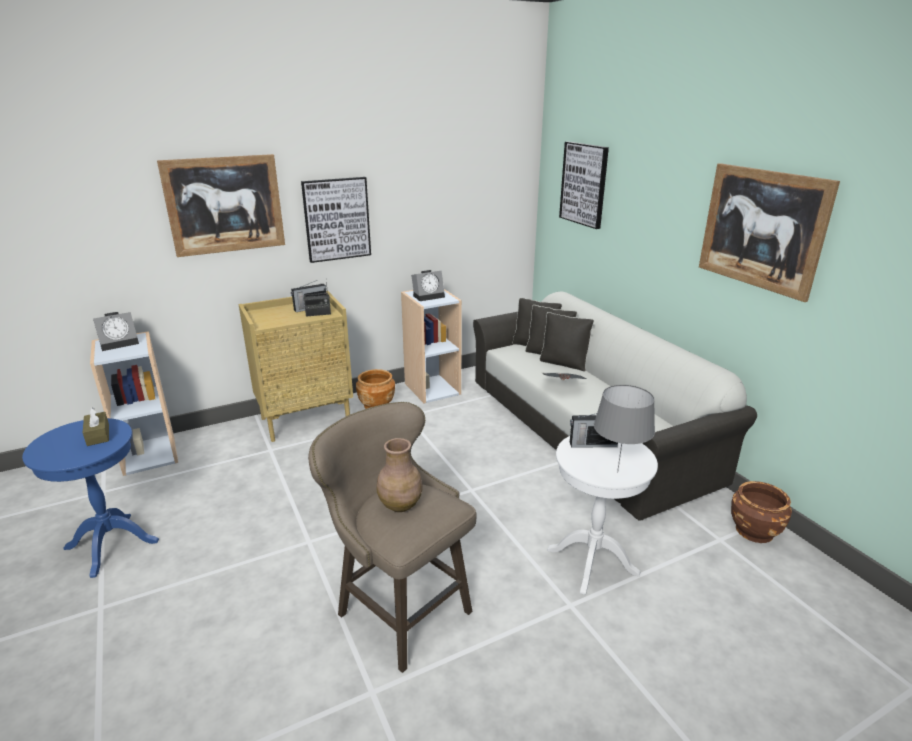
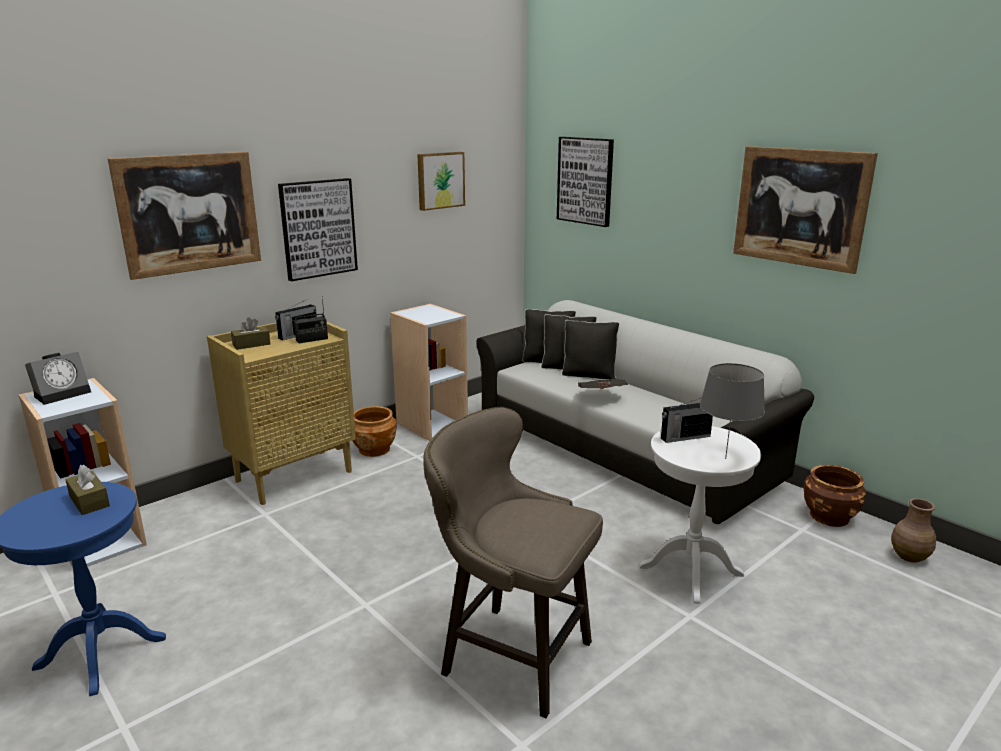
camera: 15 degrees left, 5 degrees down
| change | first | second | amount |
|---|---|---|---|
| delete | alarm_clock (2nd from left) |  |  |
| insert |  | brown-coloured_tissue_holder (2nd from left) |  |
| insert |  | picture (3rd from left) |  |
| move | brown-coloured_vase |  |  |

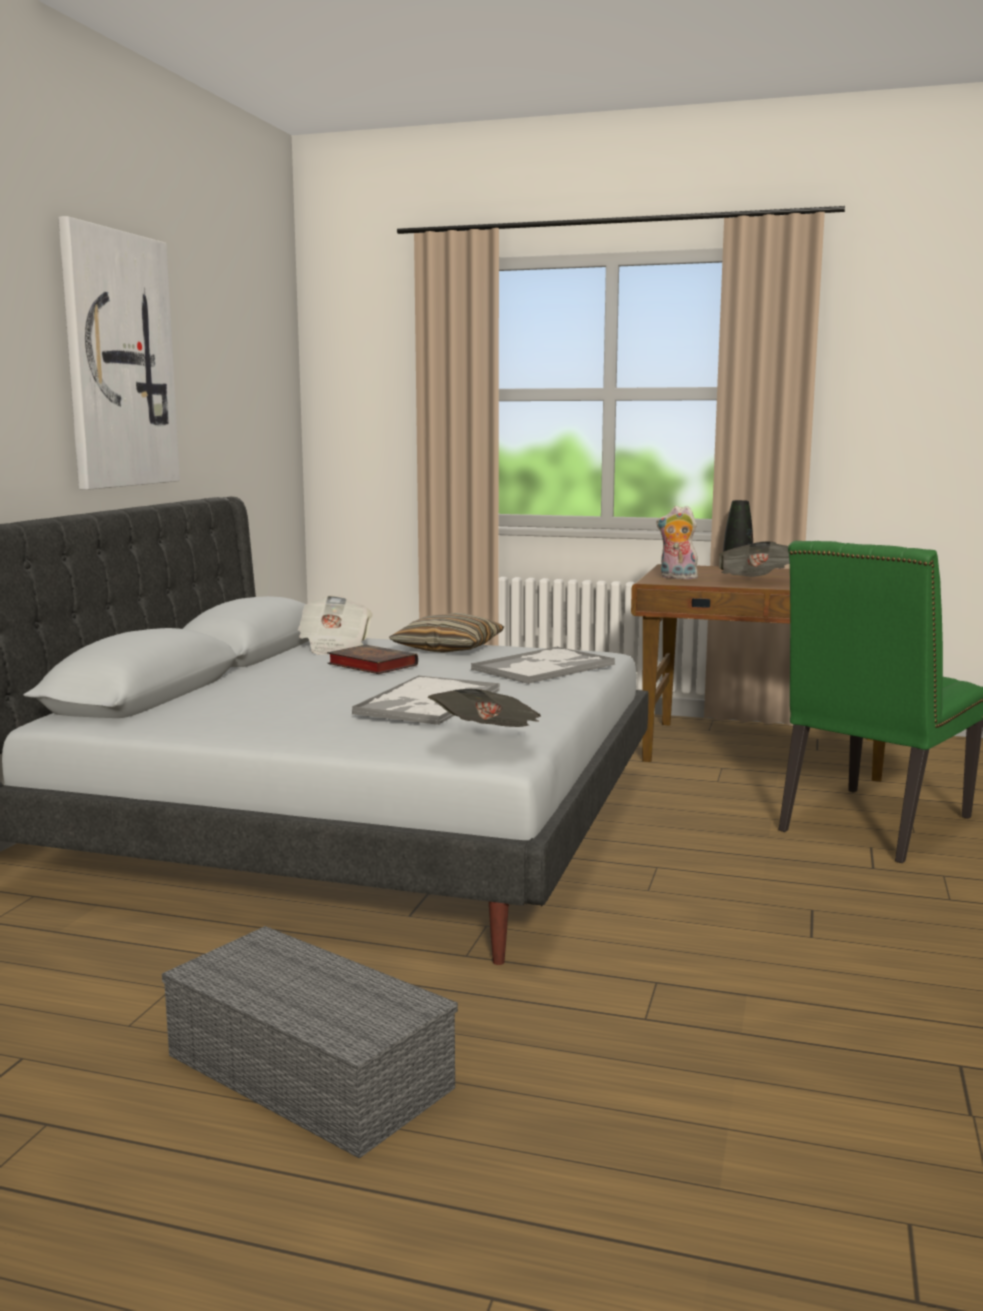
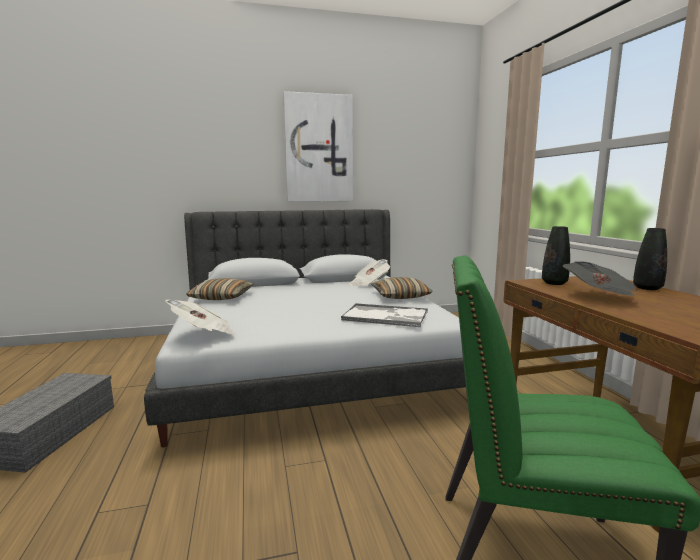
camera: 60 degrees right, 0 degrees up
| change | first | second | amount |
|---|---|---|---|
| delete | volume |  |  |
| delete | tray (1st from left) |  |  |
| insert |  | throw_pillow (1st from left) |  |
| replace | plush_toy | black_vase (1st from left) |  |

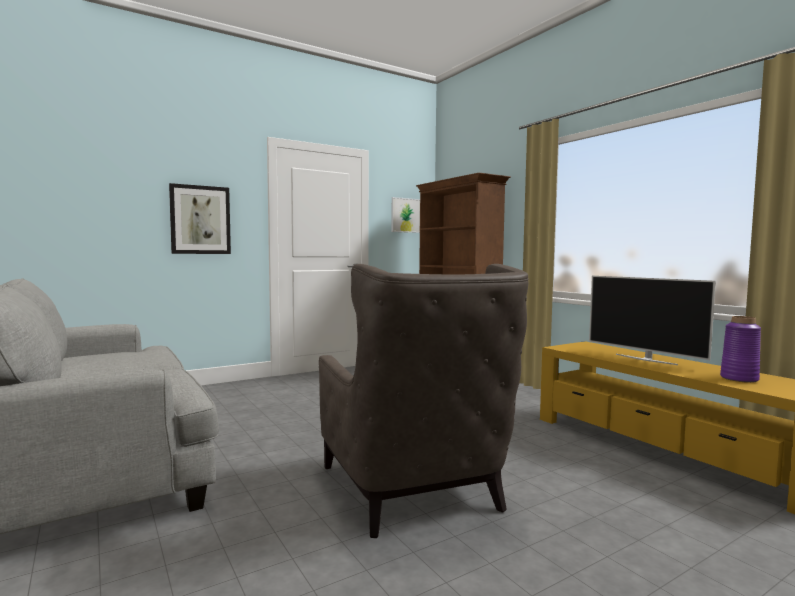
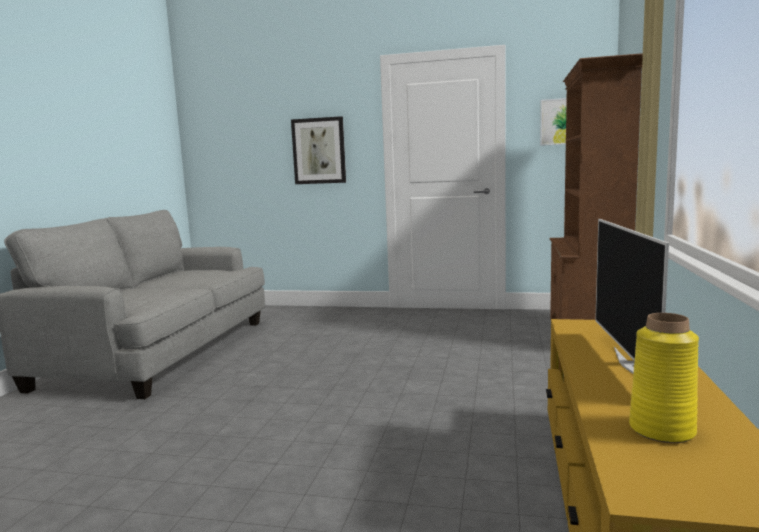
camera: 45 degrees right, 5 degrees up
| change | first | second | amount |
|---|---|---|---|
| delete | gray_easy_chair |  |  |
| recolor | purple_vase | yellow-coloured_vase |  |

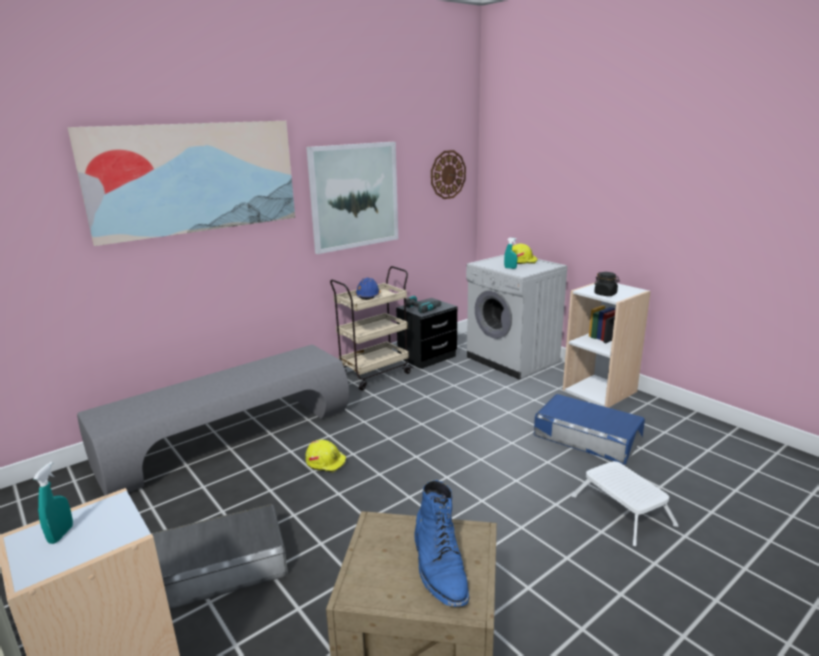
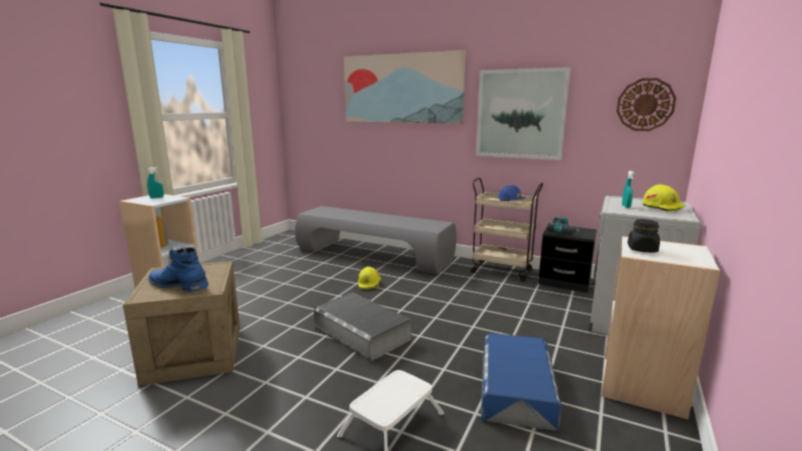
camera: 65 degrees right, 5 degrees down
| change | first | second | amount |
|---|---|---|---|
| move | gray_storage_bin |  |  |
| rotate | bluish_boot |  | 60 degrees clockwise |

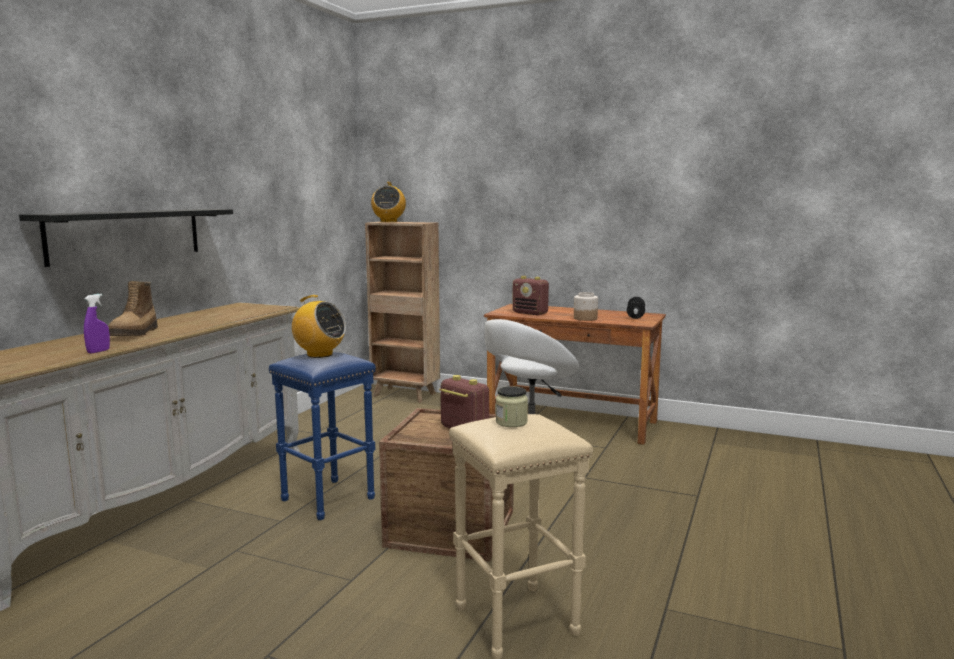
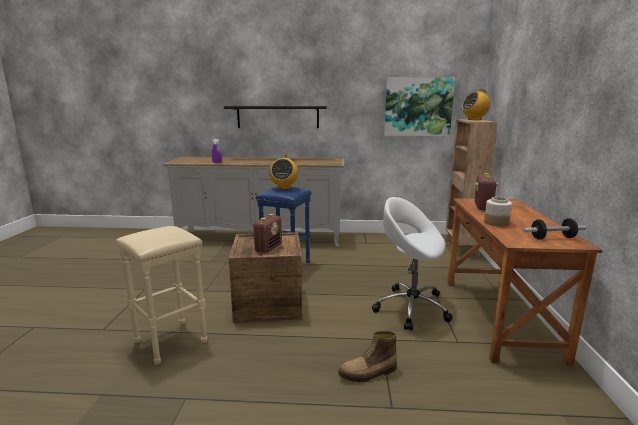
camera: 70 degrees right, 5 degrees up
| change | first | second | amount |
|---|---|---|---|
| delete | preserve_jar (1st from left) |  |  |
| insert |  | picture |  |
| move | boot |  |  |

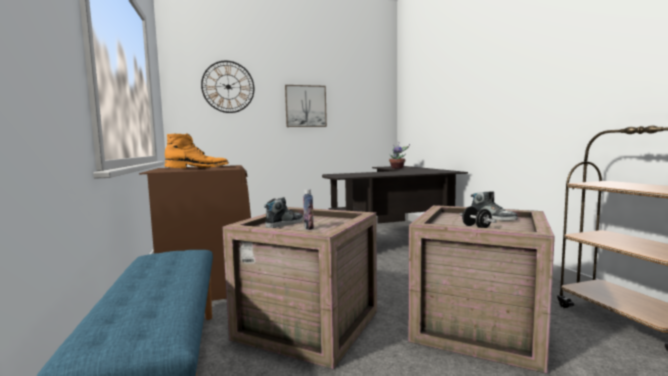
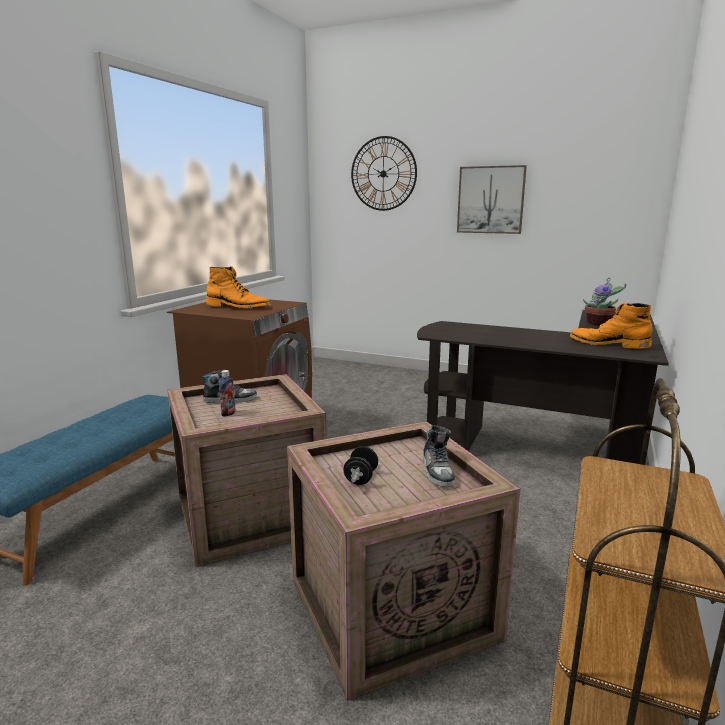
camera: 40 degrees right, 10 degrees up
| change | first | second | amount |
|---|---|---|---|
| insert |  | orange-coloured_boot (2nd from left) |  |

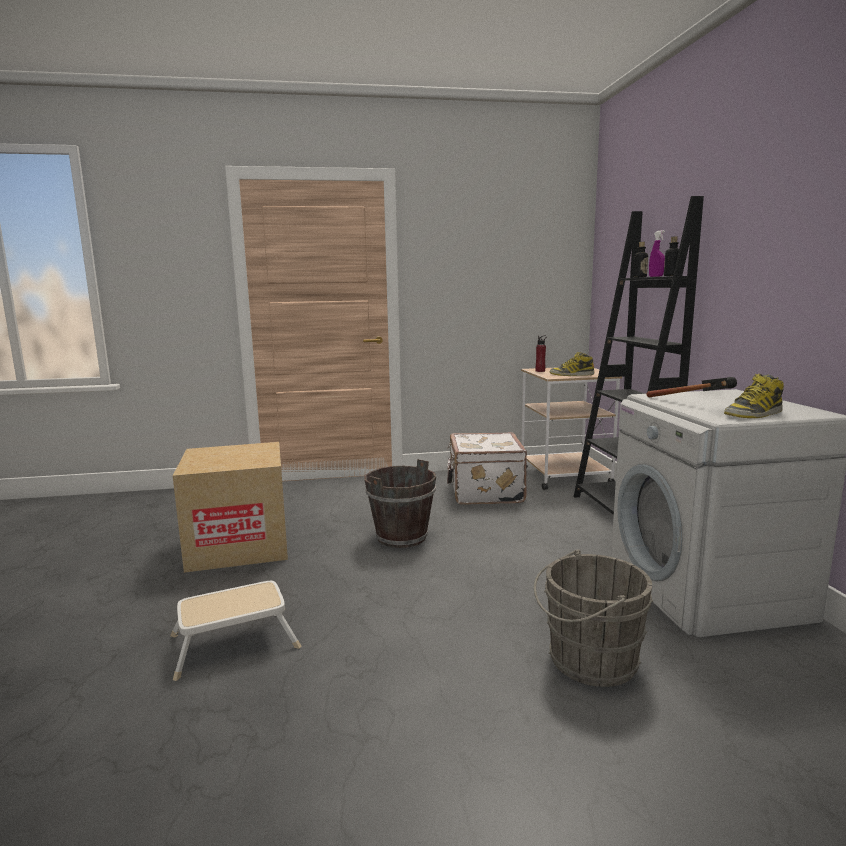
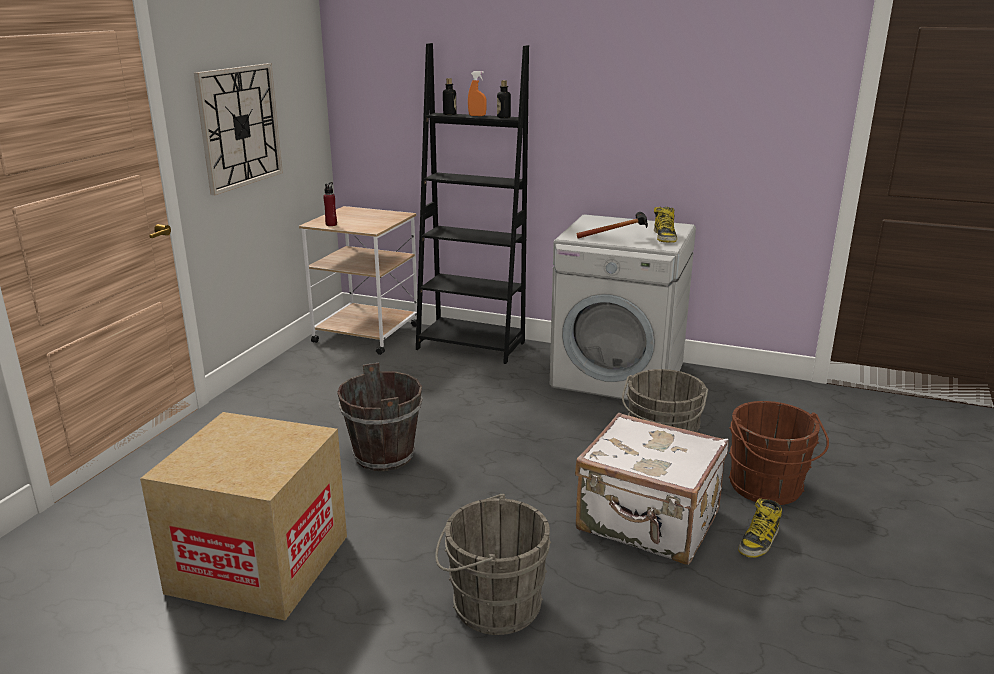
camera: 60 degrees left, 10 degrees up
| change | first | second | amount |
|---|---|---|---|
| insert |  | wall_clock |  |
| insert |  | brown-coloured_pail (2nd from left) |  |
| move | whitish_suitcase |  |  |
| move | boot (1st from left in the first image) | boot (2nd from left) |  |
| replace | beige_step_stool | gray_pail (1st from left) |  |
| recolor | purple_spray_bottle | orange-coloured_spray_bottle |  |

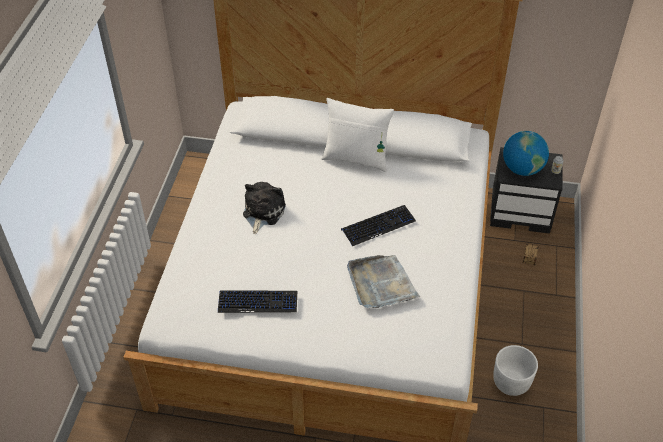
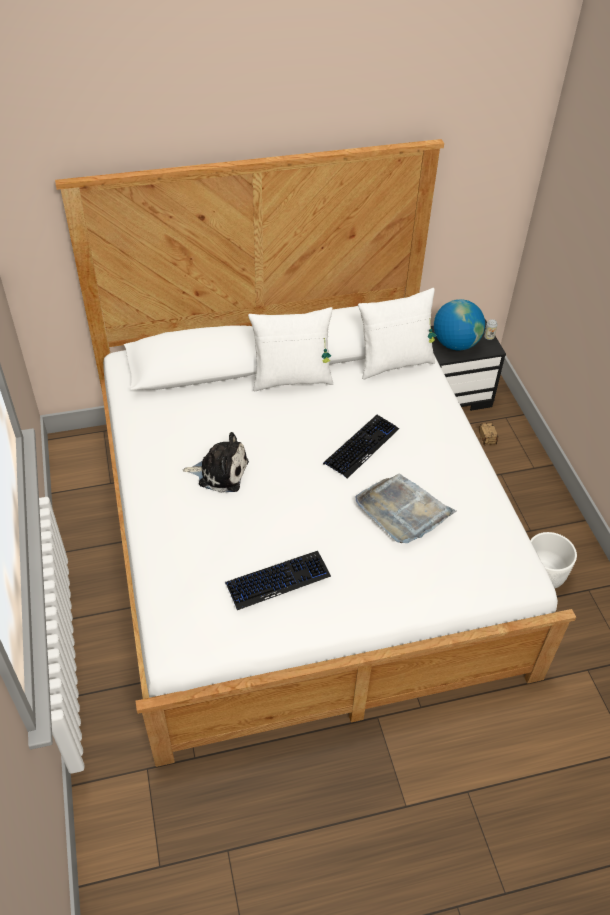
camera: 25 degrees left, 0 degrees up
| change | first | second | amount |
|---|---|---|---|
| insert |  | whitish_throw_pillow (2nd from left) |  |
| rotate | plush_toy |  | 105 degrees clockwise |

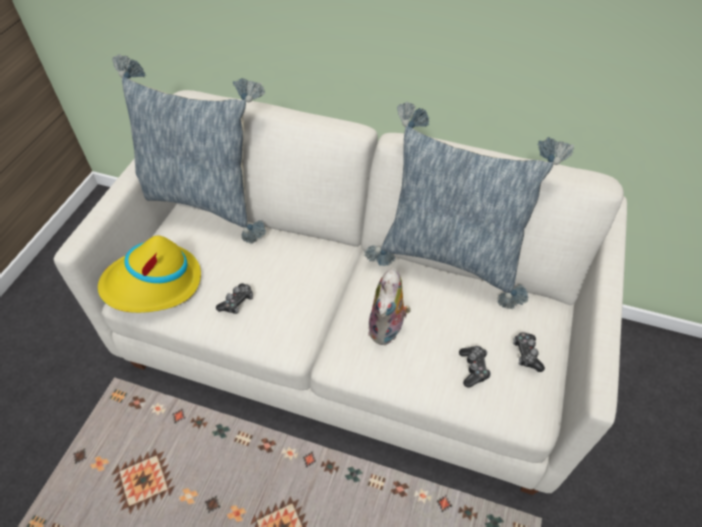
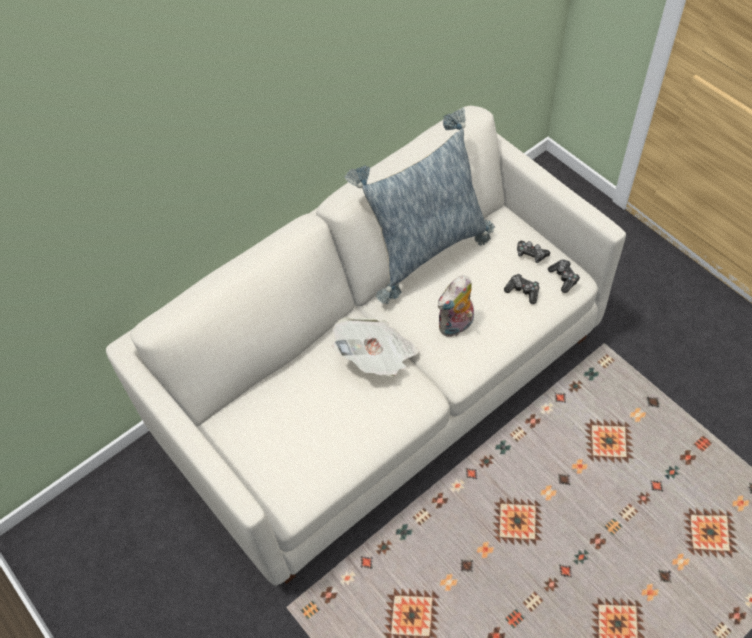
camera: 55 degrees left, 5 degrees up
| change | first | second | amount |
|---|---|---|---|
| delete | yellow-coloured_clothing_hat |  |  |
| delete | throw_pillow (1st from left) |  |  |
| insert |  | printed_paper |  |
| move | game_controller (1st from left in the first image) | game_controller (3rd from left) |  |
| rotate | plush_toy |  | 90 degrees clockwise |

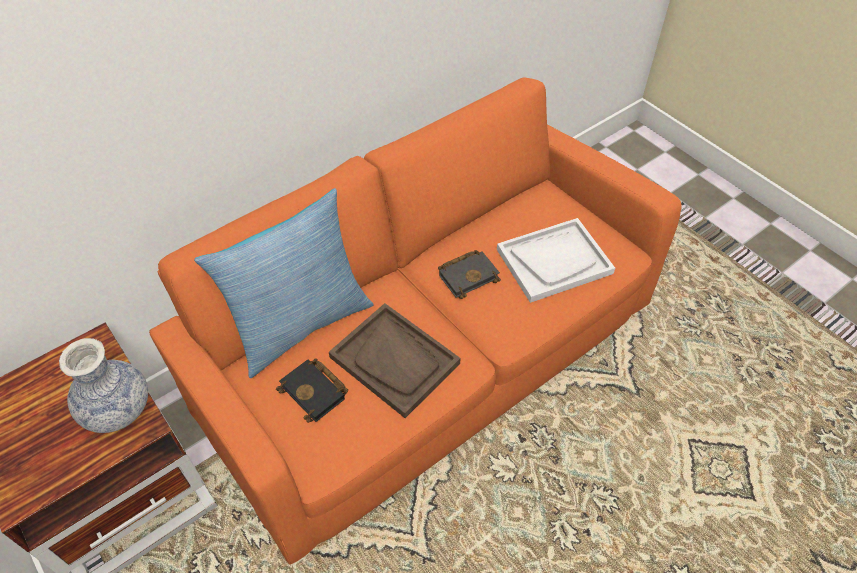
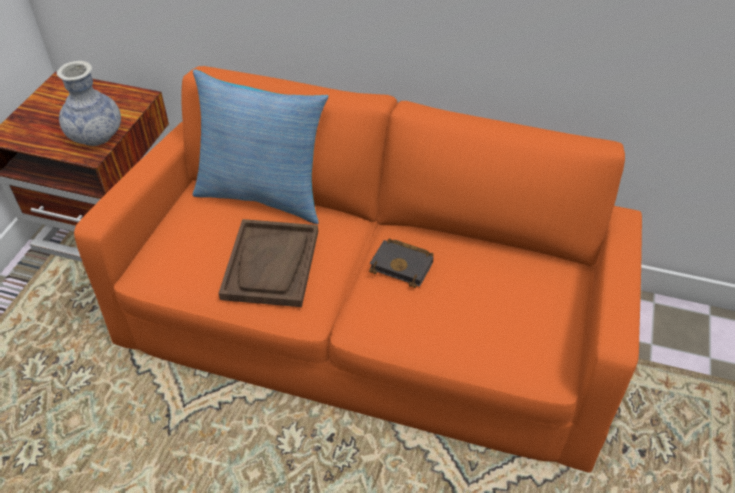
camera: 55 degrees right, 5 degrees down
| change | first | second | amount |
|---|---|---|---|
| delete | black_volume (1st from left) |  |  |
| delete | whitish_tray |  |  |

